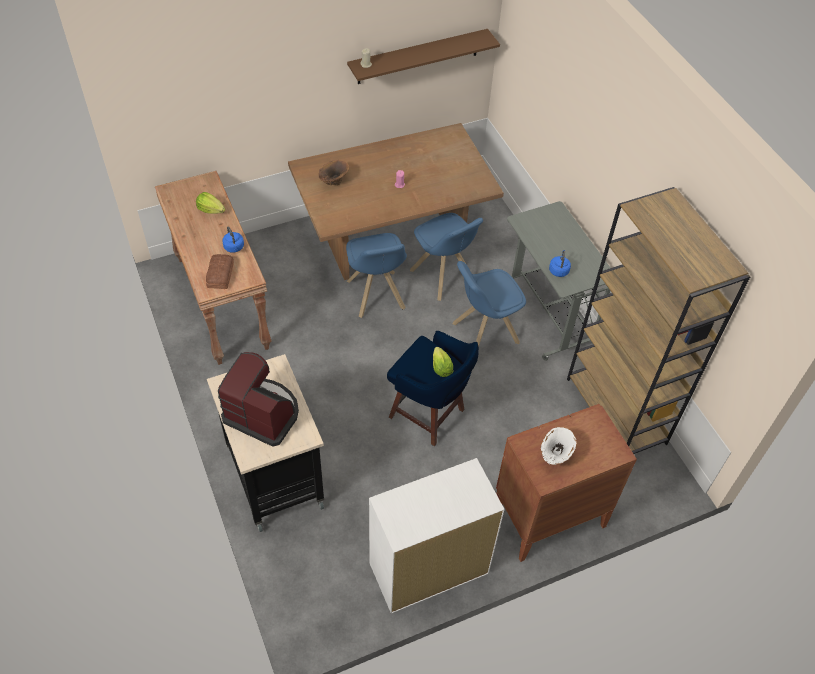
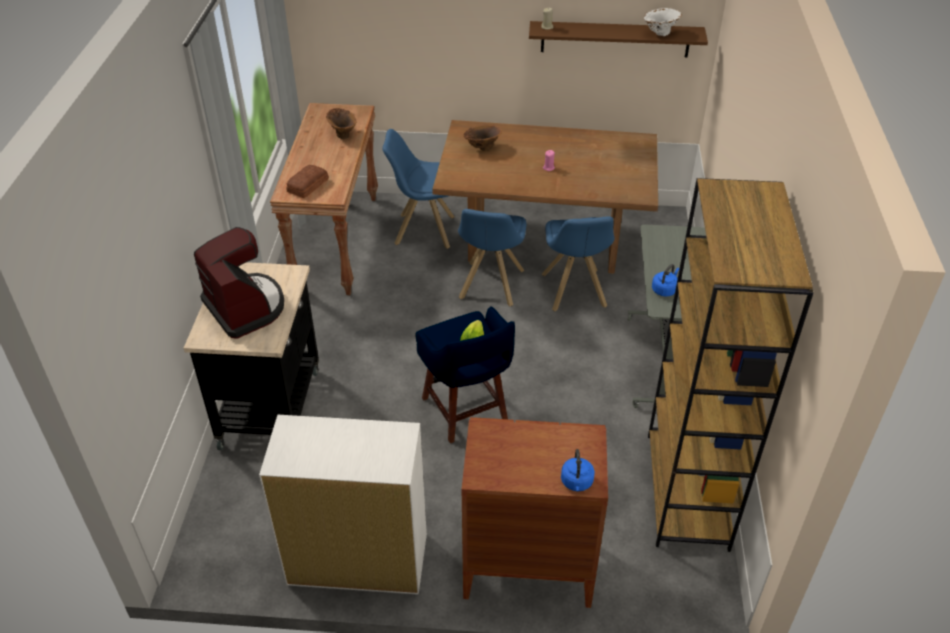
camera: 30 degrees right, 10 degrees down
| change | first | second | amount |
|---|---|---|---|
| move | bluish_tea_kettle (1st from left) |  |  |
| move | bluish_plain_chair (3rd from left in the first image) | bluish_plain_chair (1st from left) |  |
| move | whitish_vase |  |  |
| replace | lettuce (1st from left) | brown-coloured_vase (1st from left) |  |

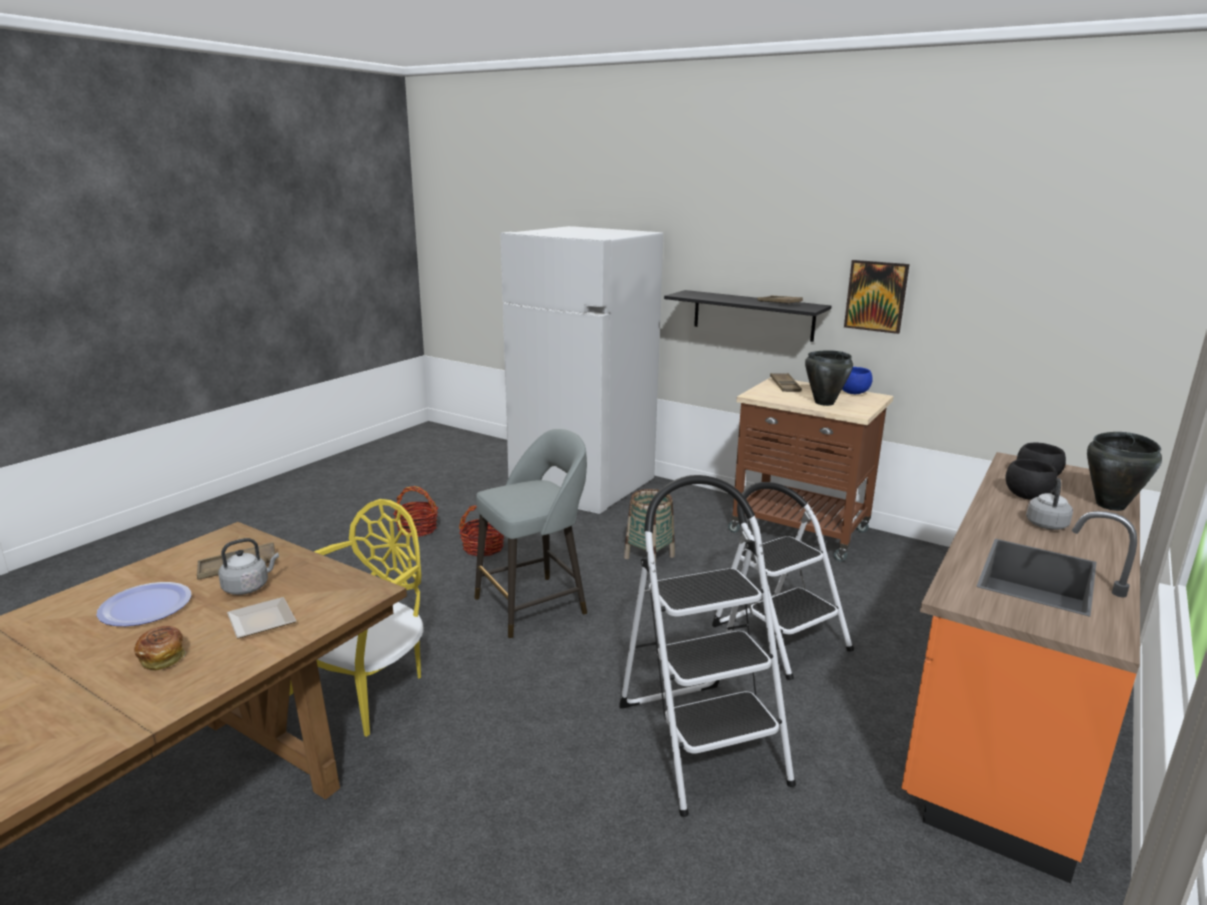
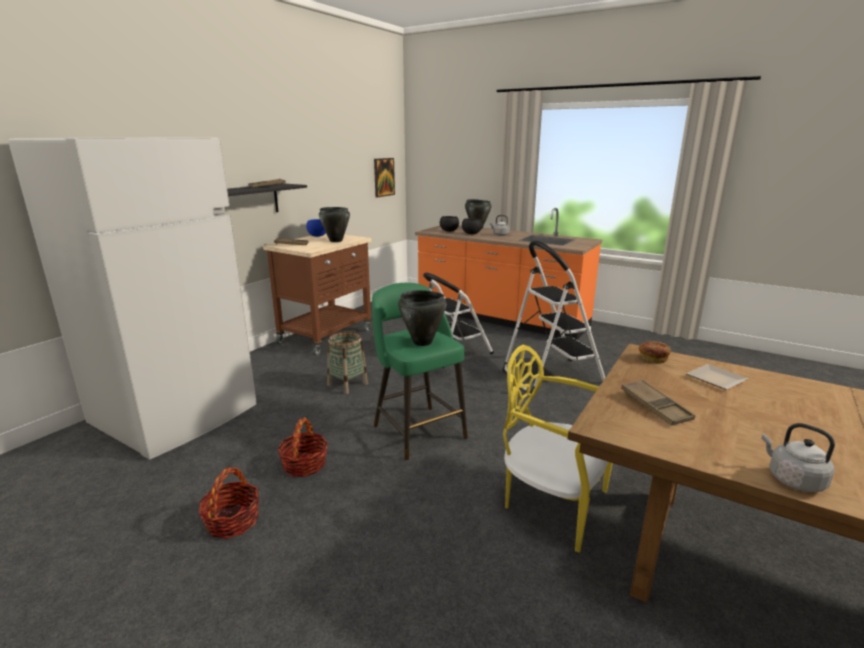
camera: 90 degrees left, 0 degrees up
| change | first | second | amount |
|---|---|---|---|
| delete | dinner_plate (1st from left) |  |  |
| insert |  | black_stockpot (2nd from left) |  |
| move | bakery_bread |  |  |
| move | gray_tea_kettle (1st from left in the first image) | gray_tea_kettle (2nd from left) |  |
| move | picture |  |  |
| recolor | gray_stool_seat | green-coloured_stool_seat |  |

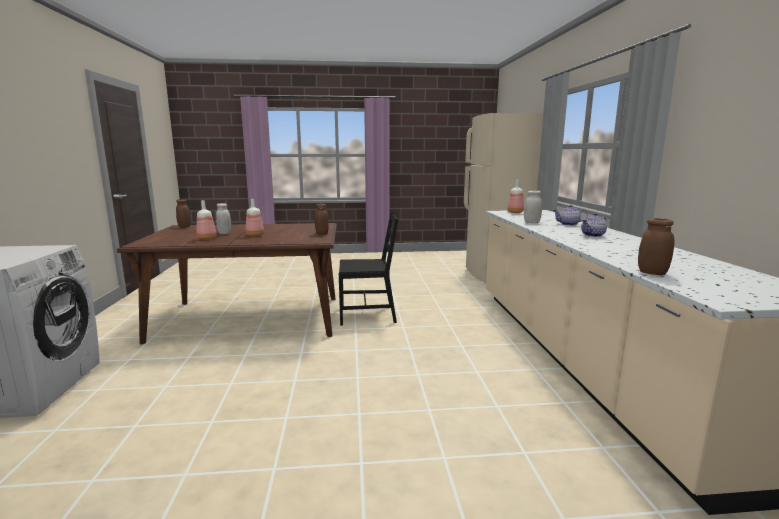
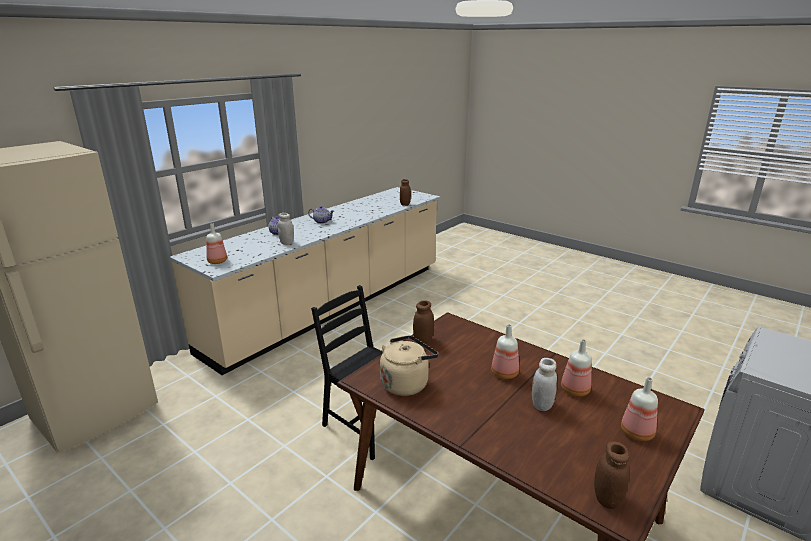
camera: 135 degrees left, 10 degrees up
| change | first | second | amount |
|---|---|---|---|
| insert |  | beige_tea_kettle |  |
| insert |  | bottle (4th from left) |  |

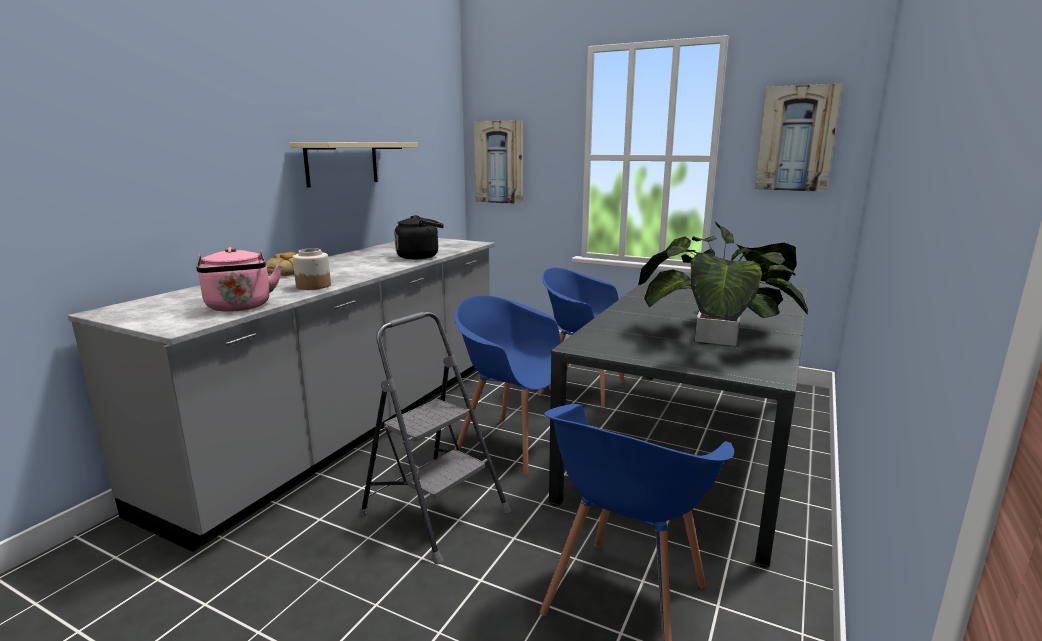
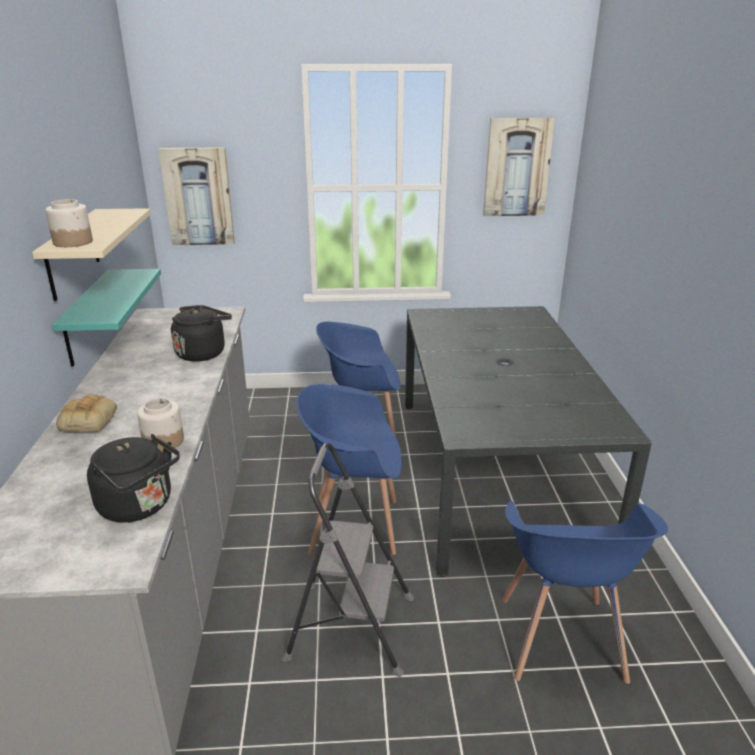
camera: 30 degrees left, 10 degrees up
| change | first | second | amount |
|---|---|---|---|
| delete | plant_in_a_pot |  |  |
| insert |  | preserve_jar (1st from left) |  |
| insert |  | turquoise-coloured_shelf |  |
| recolor | pink-coloured_tea_kettle | black_tea_kettle (1st from left) |  |

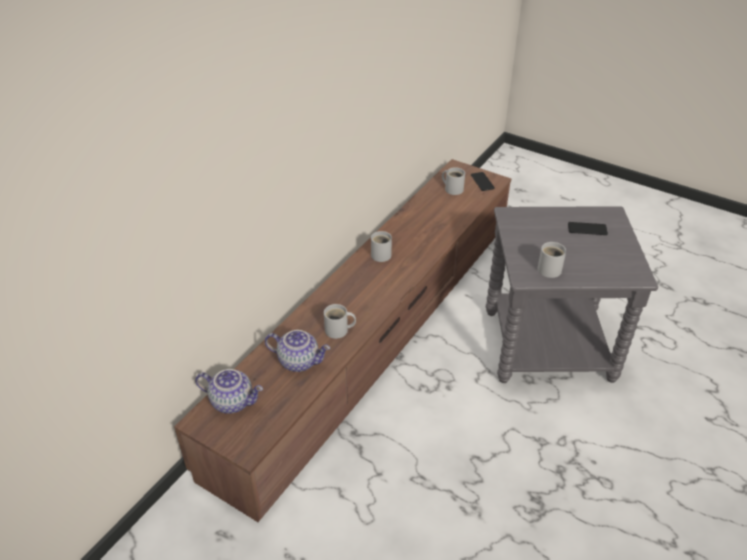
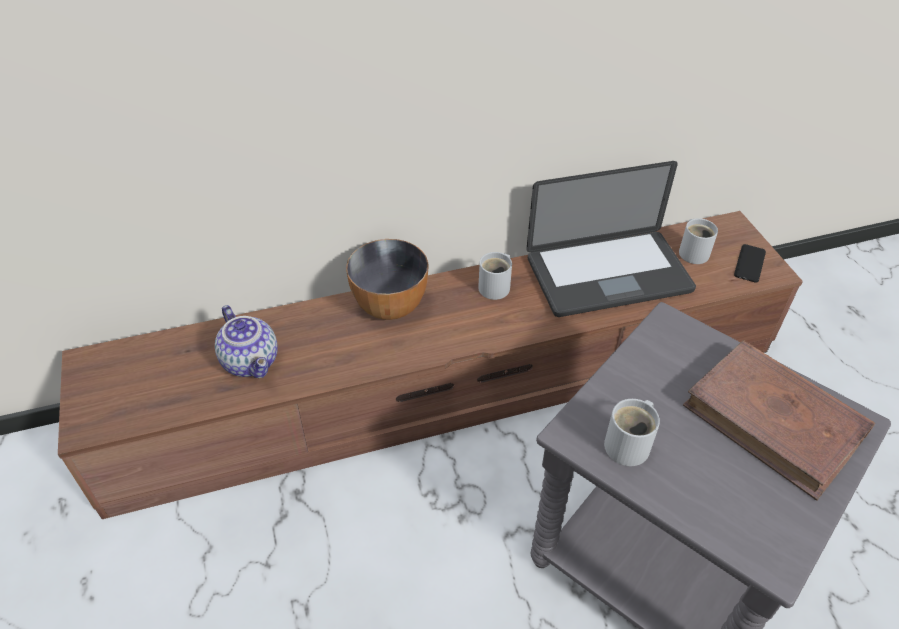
camera: 40 degrees right, 5 degrees up
| change | first | second | amount |
|---|---|---|---|
| delete | pot_for_tea (1st from left) |  |  |
| delete | whitish_tea_mug (1st from left) |  |  |
| insert |  | serving_bowl |  |
| insert |  | laptop |  |
| replace | telephone (2nd from left) | brown-coloured_volume |  |

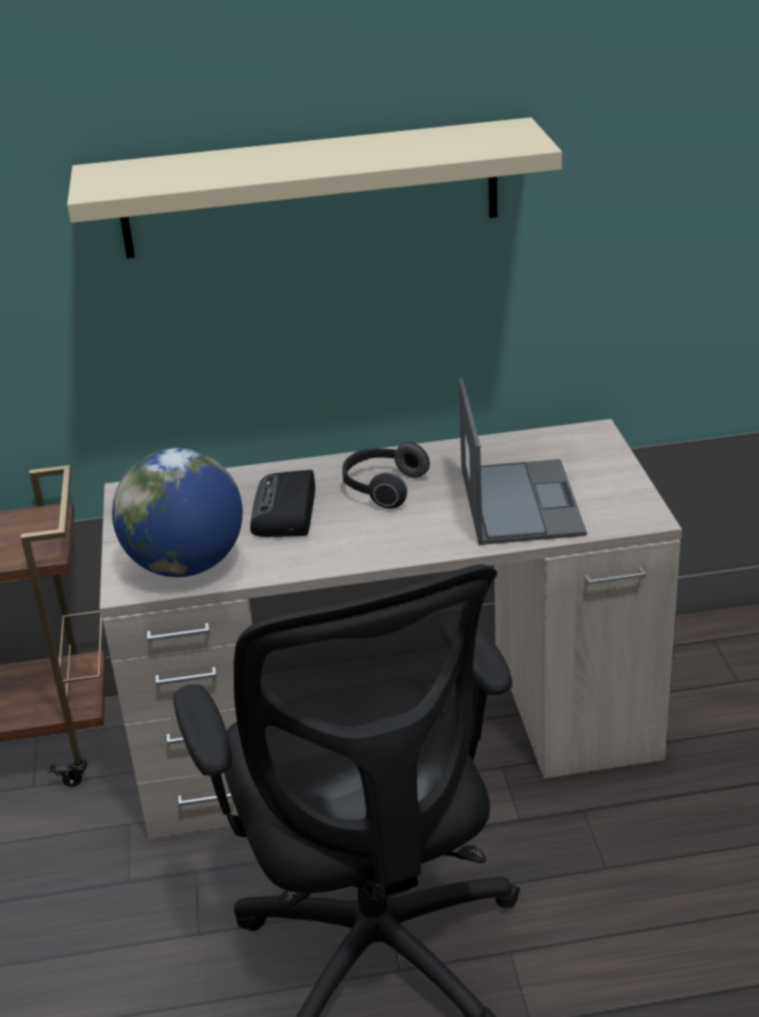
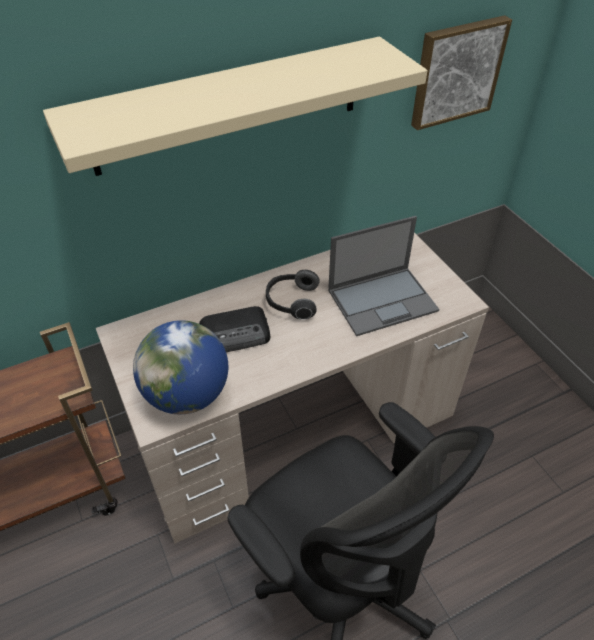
camera: 20 degrees left, 15 degrees up
| change | first | second | amount |
|---|---|---|---|
| insert |  | picture |  |
| rotate | radio_set |  | 90 degrees counterclockwise |
| rotate | laptop |  | 90 degrees clockwise |

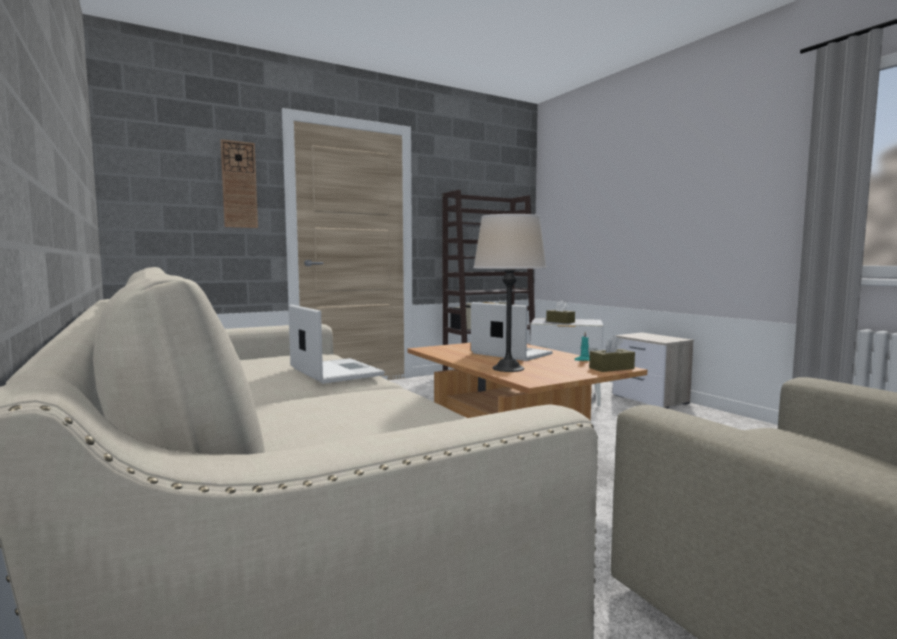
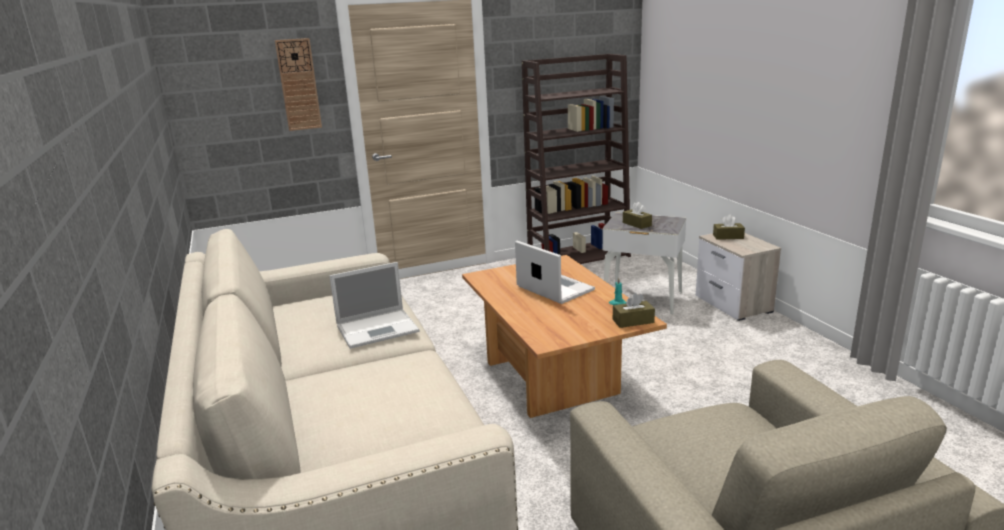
camera: 10 degrees right, 15 degrees up
| change | first | second | amount |
|---|---|---|---|
| delete | beige_tabletop_lamp |  |  |
| insert |  | brown-coloured_tissue_holder (3rd from left) |  |
| rotate | laptop (1st from left) |  | 90 degrees clockwise |

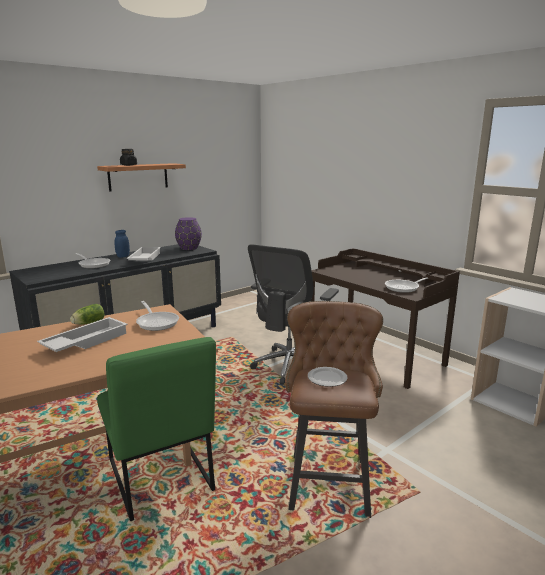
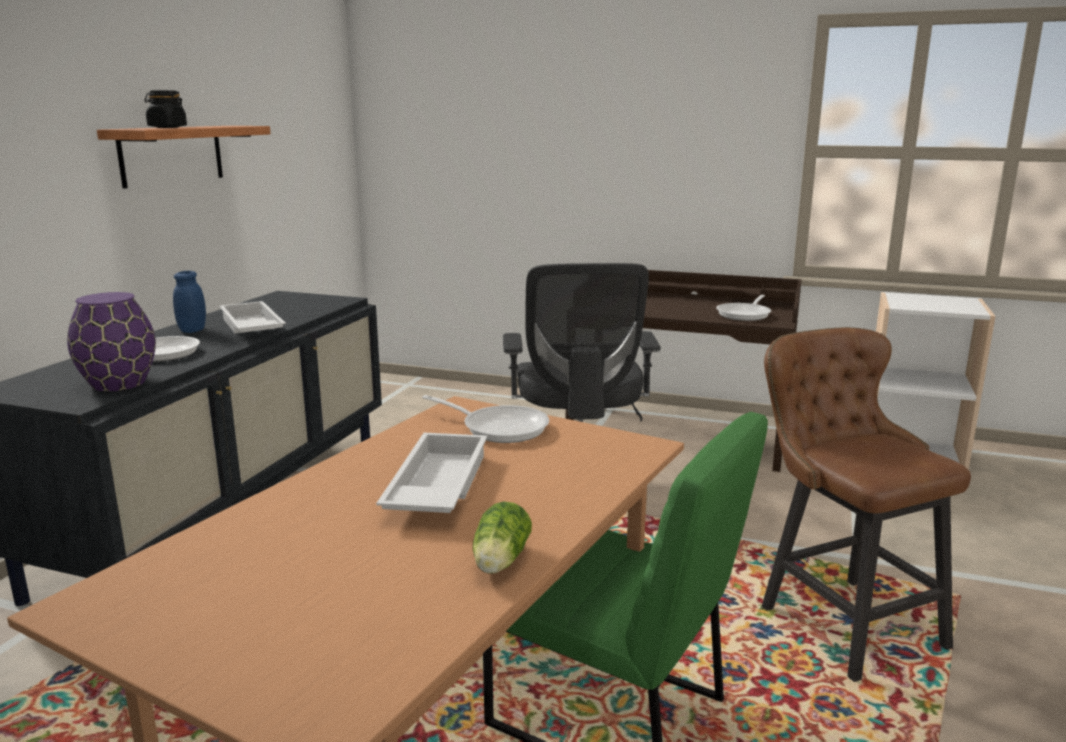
camera: 30 degrees left, 0 degrees up
| change | first | second | amount |
|---|---|---|---|
| delete | dinner_plate |  |  |
| move | lettuce |  |  |
| move | purple_vase |  |  |

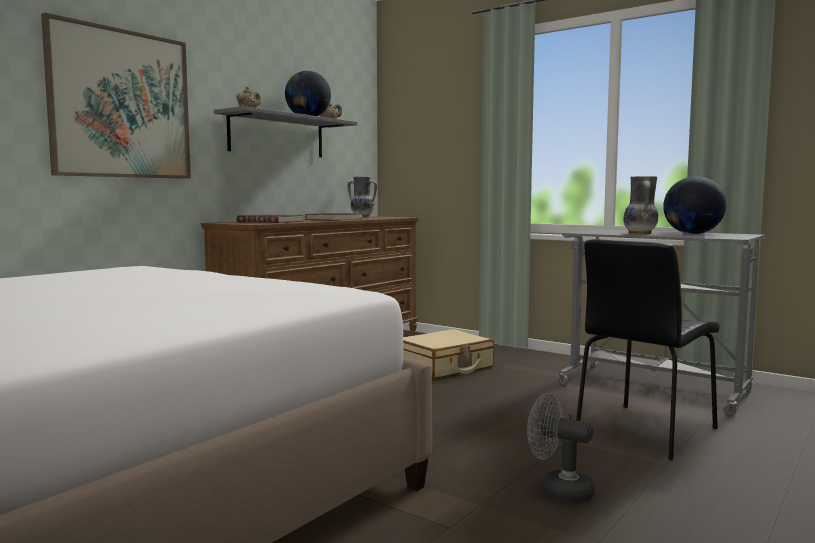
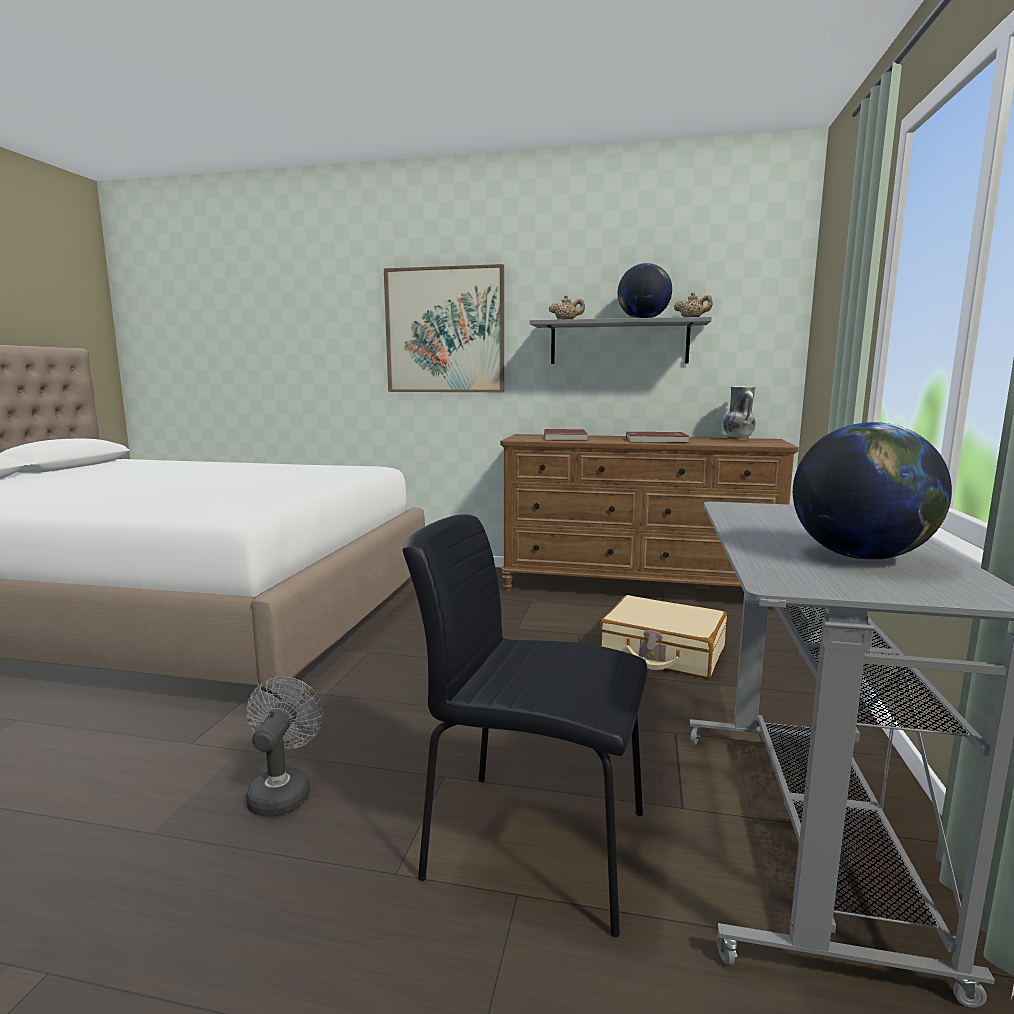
camera: 65 degrees right, 5 degrees up
| change | first | second | amount |
|---|---|---|---|
| delete | vase (2nd from left) |  |  |

